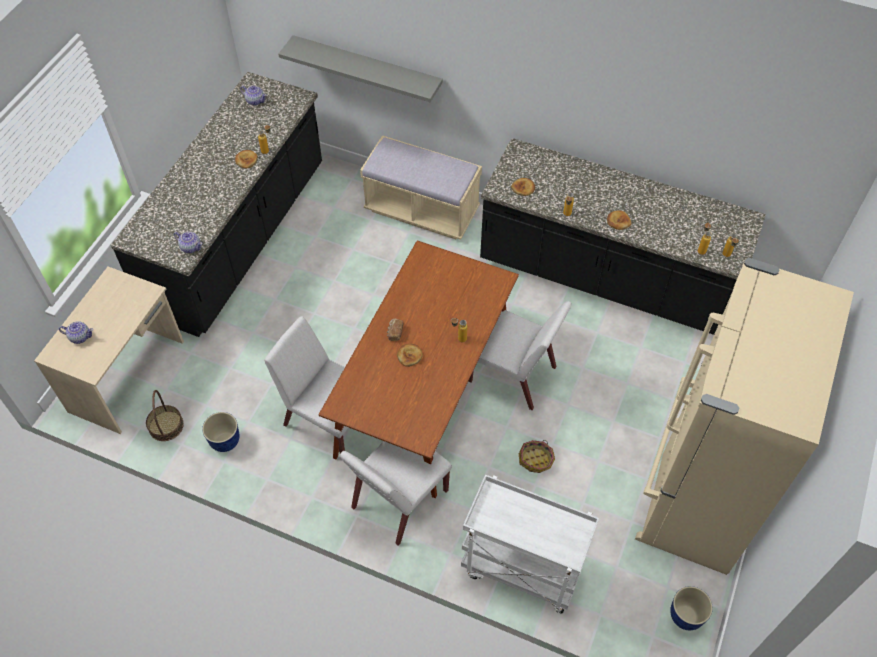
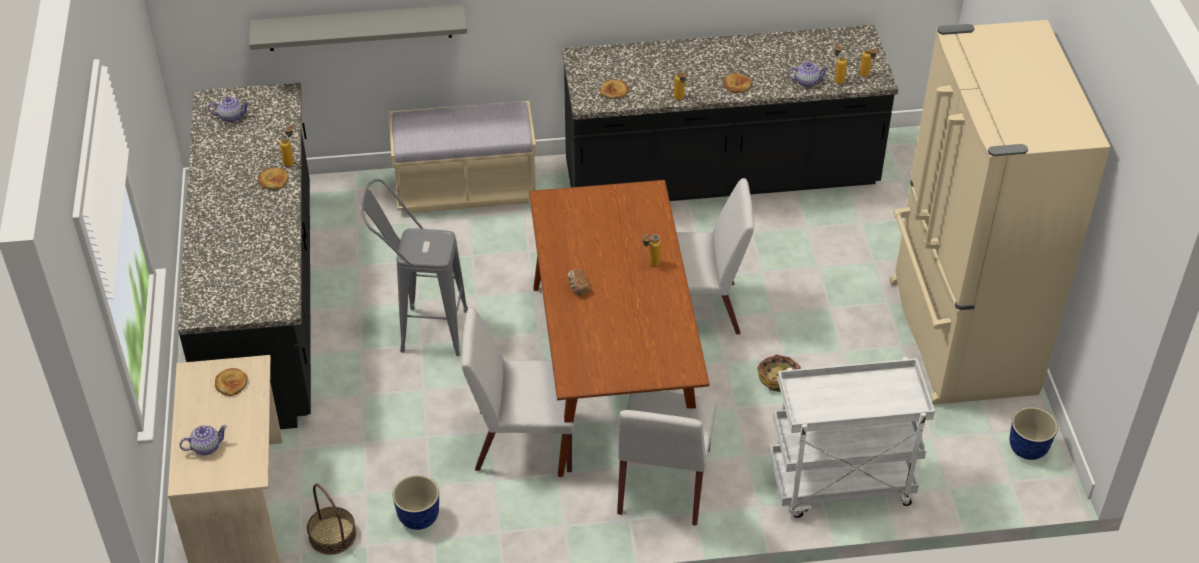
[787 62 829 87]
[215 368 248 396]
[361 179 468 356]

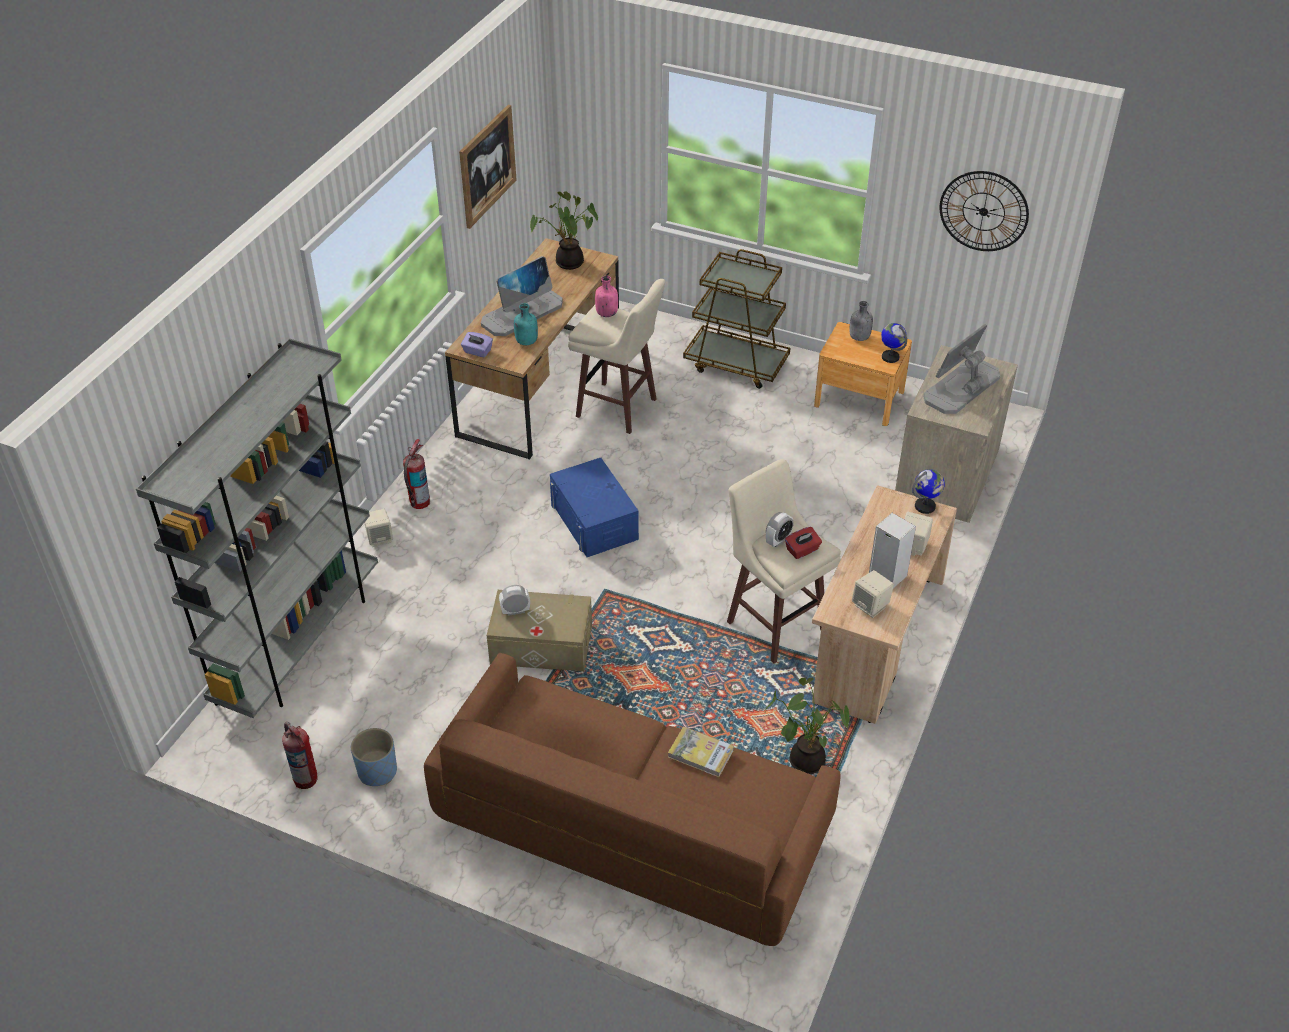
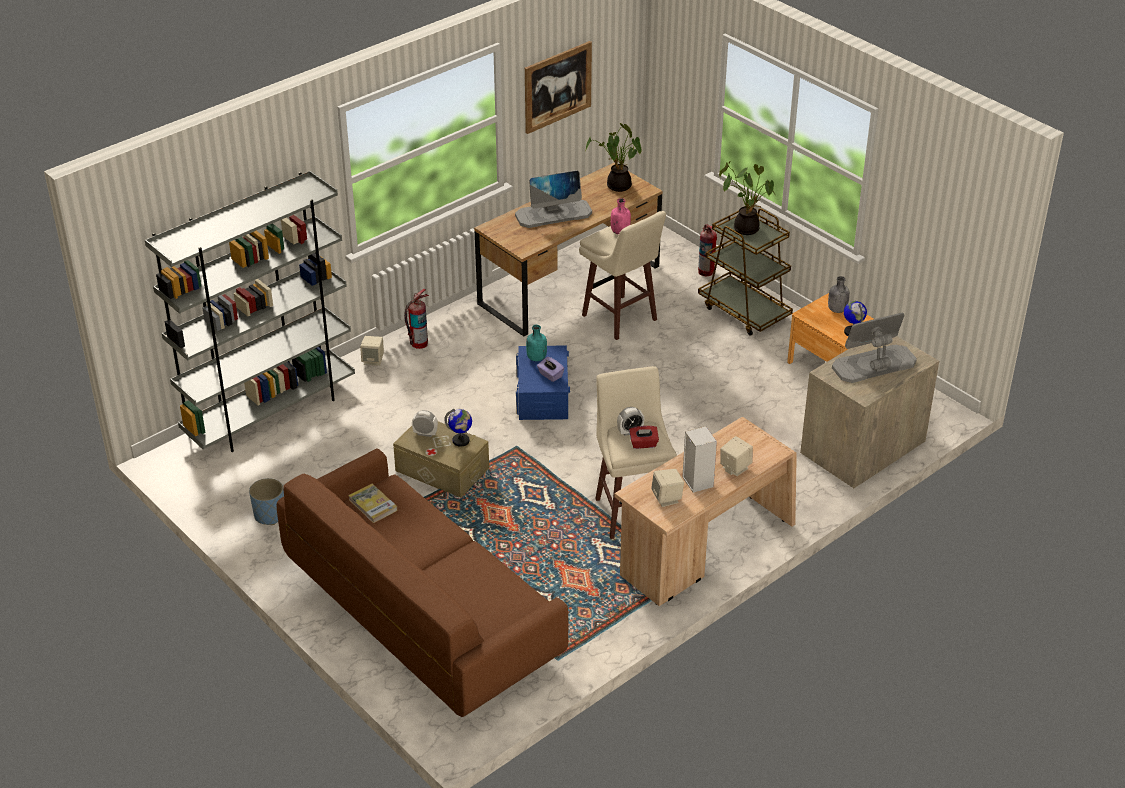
[940 171 1029 251] (first image)
[526 325 547 361]
[537 357 564 382]
[444 409 472 447]
[719 161 775 235]
[698 224 717 276]
[348 483 397 523]

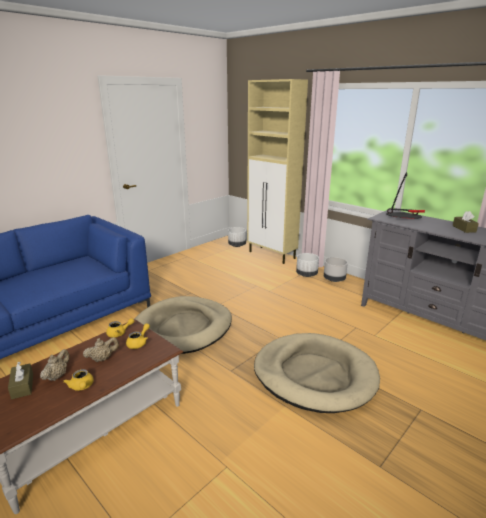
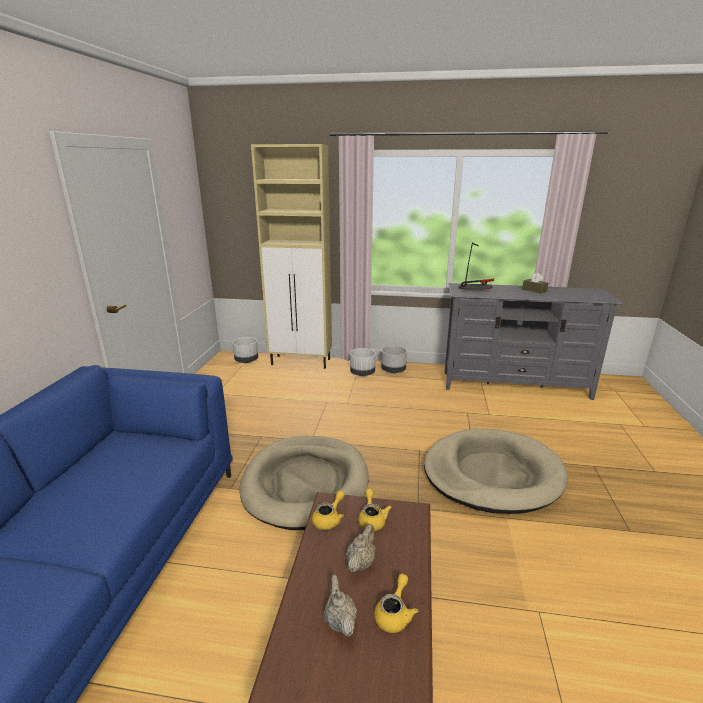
[8 362 33 399] (first image)
[374 574 418 633]

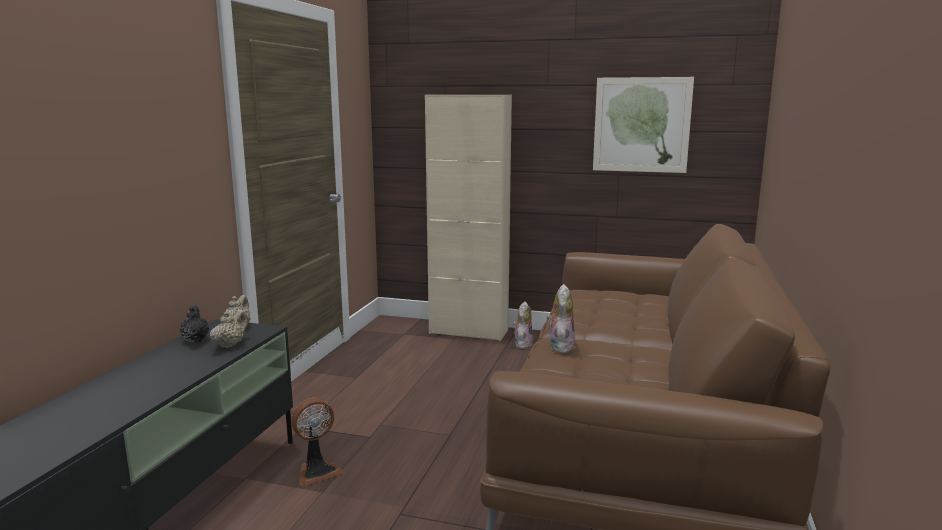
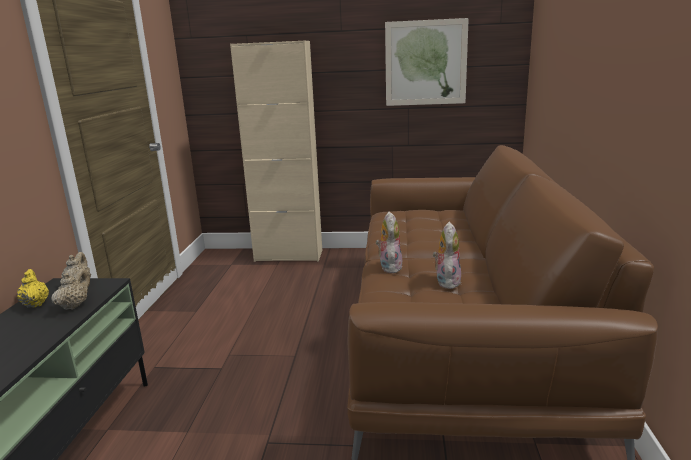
[433 222 461 289]
[17 269 49 308]
[291 398 343 486] (first image)

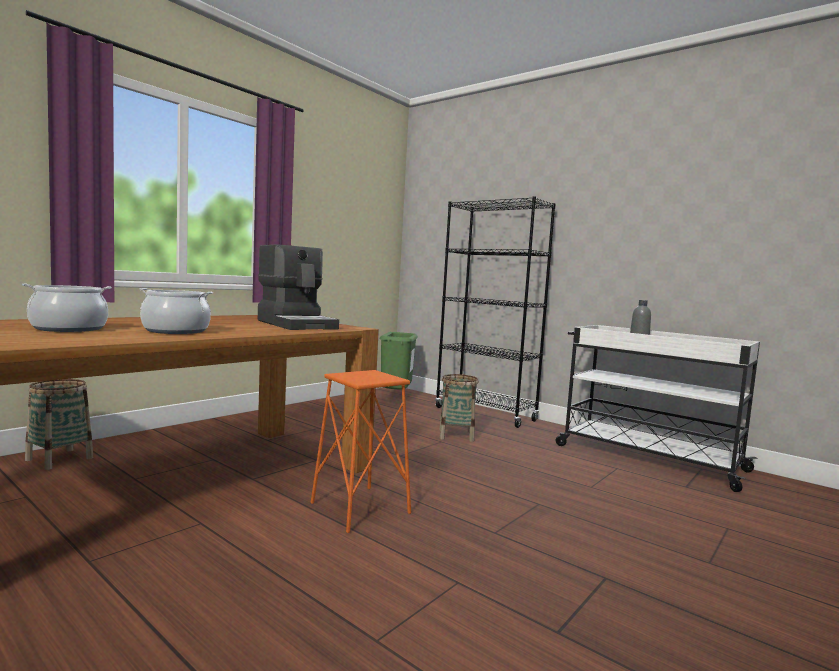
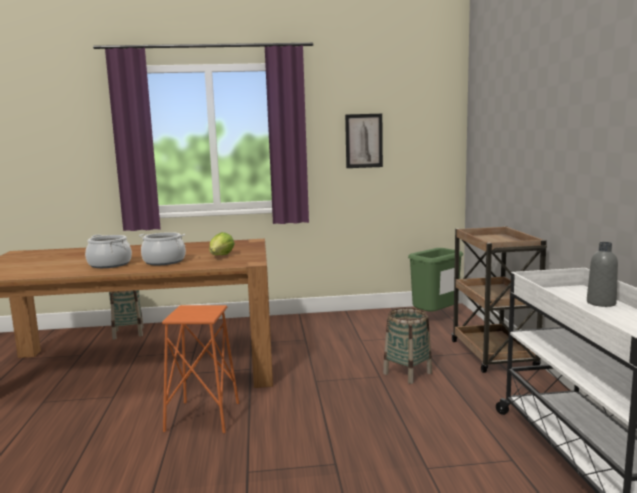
[451 226 547 373]
[209 232 235 255]
[139 232 186 265]
[345 114 383 168]

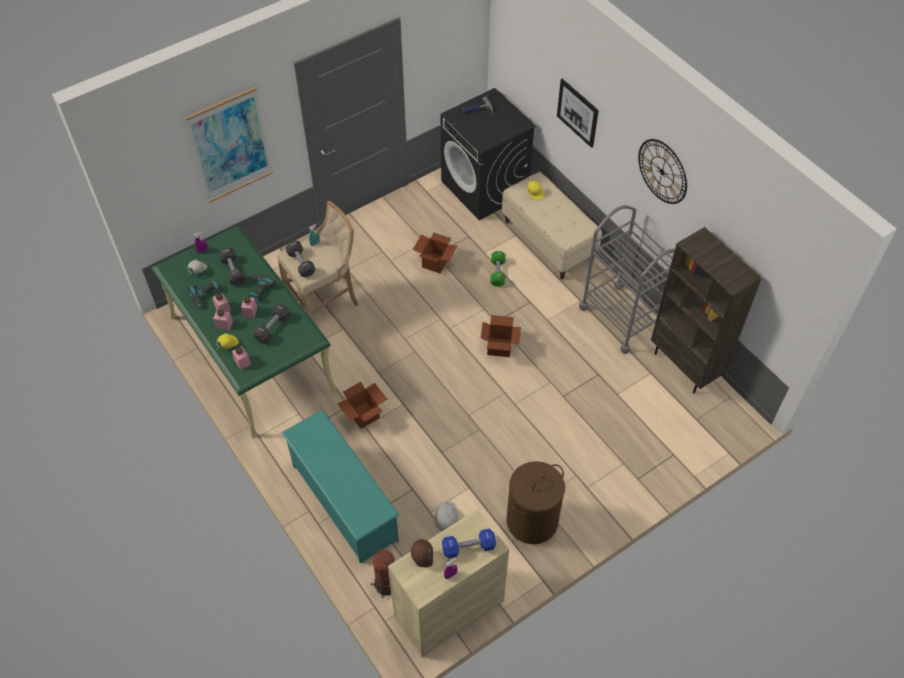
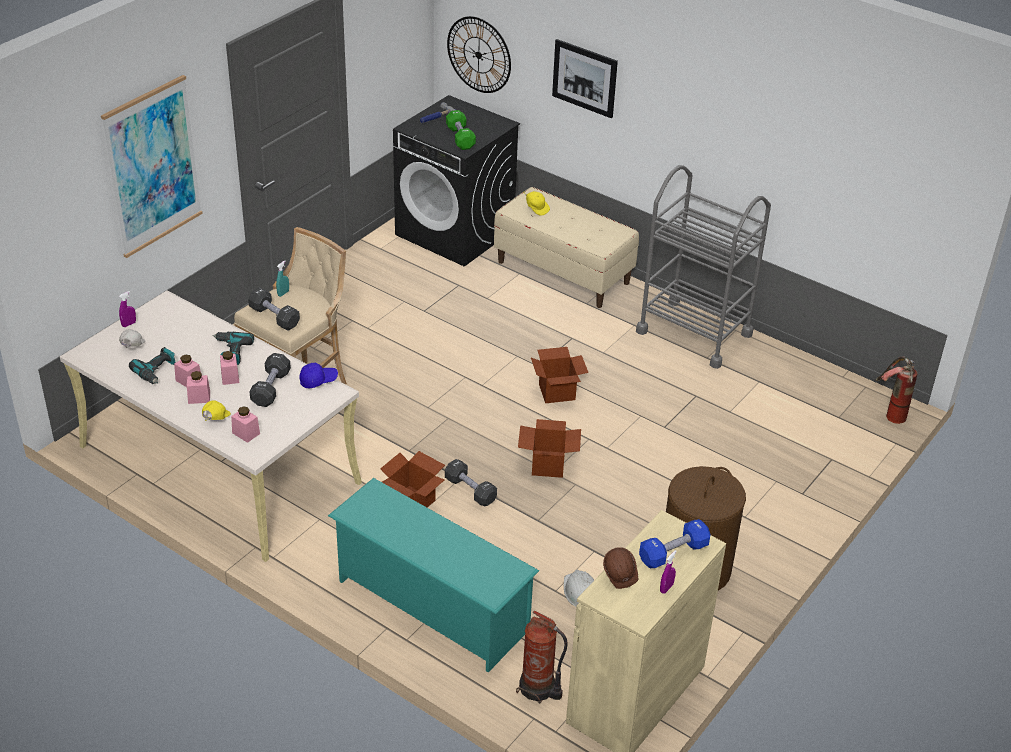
[447 16 511 93]
[60 290 362 562]
[651 227 762 393] (first image)
[518 419 581 478]
[445 459 497 506]
[446 110 476 150]
[876 356 917 424]
[299 363 338 388]

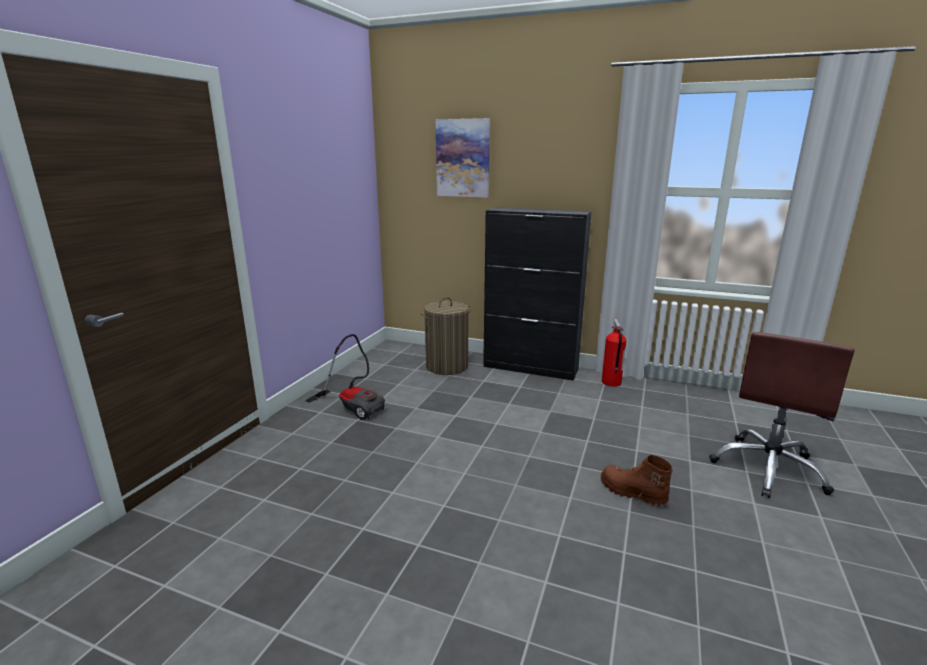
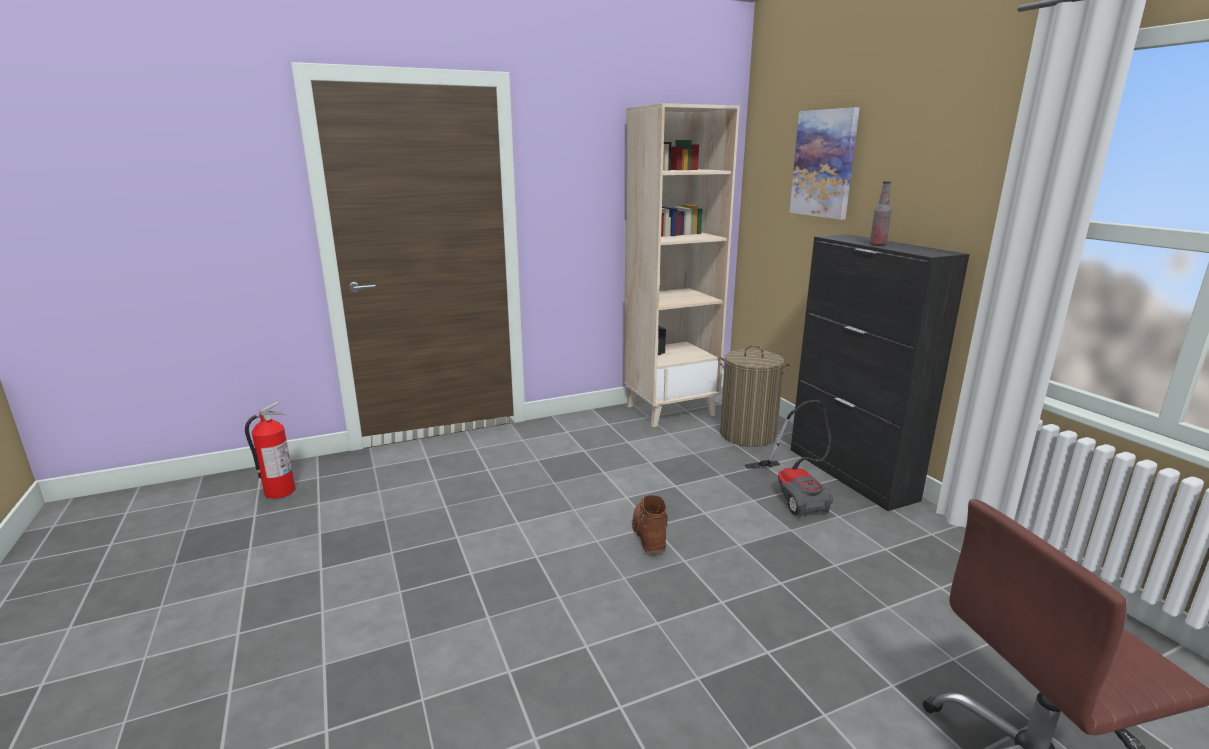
[245 401 295 499]
[745 400 833 517]
[632 495 668 553]
[624 103 740 427]
[870 181 891 246]

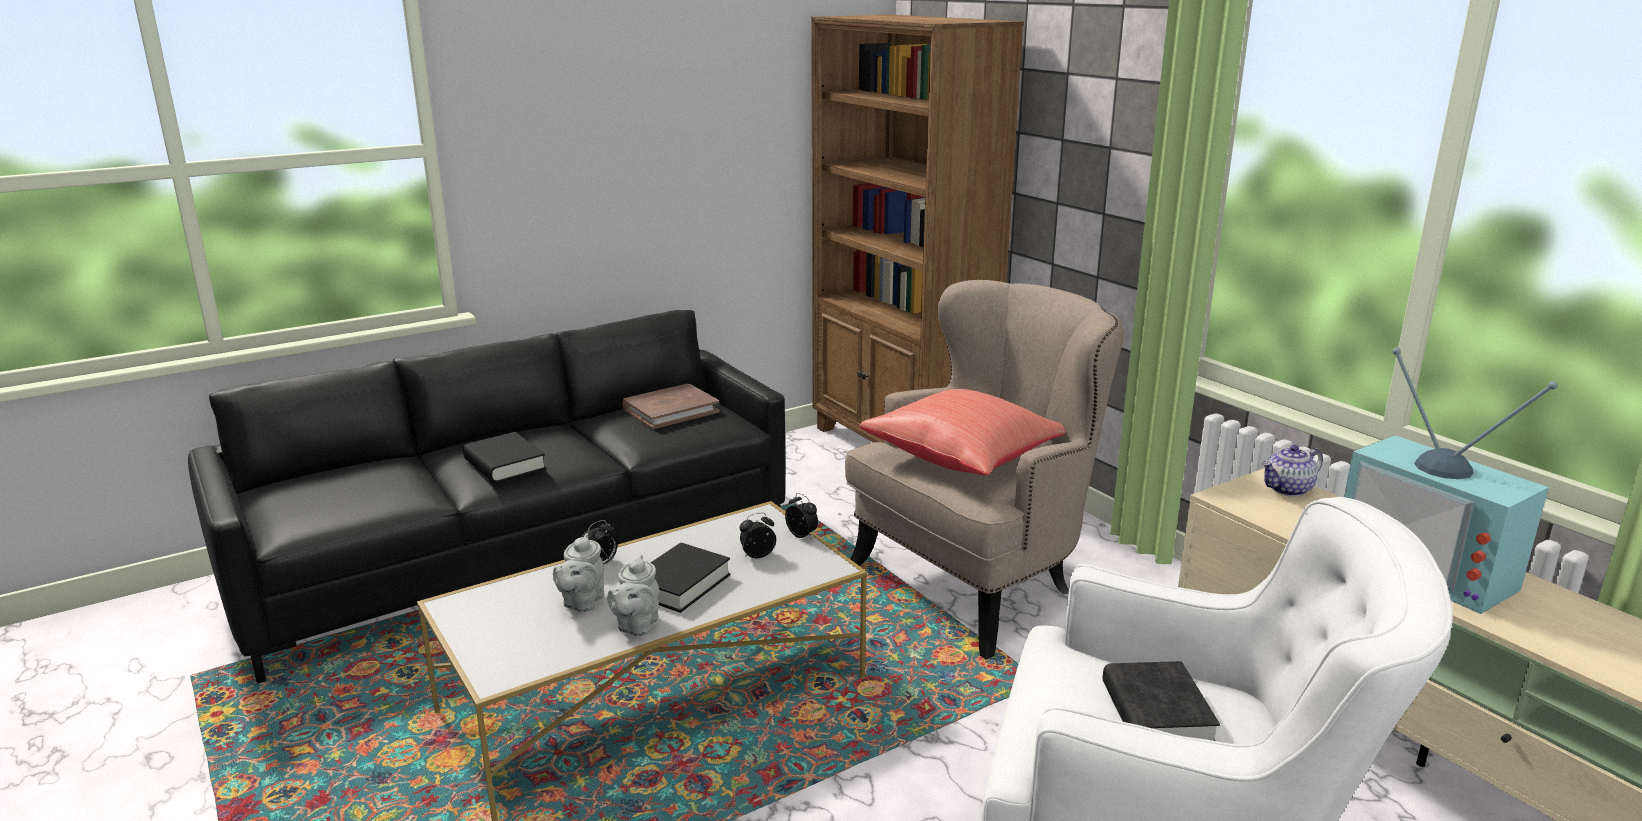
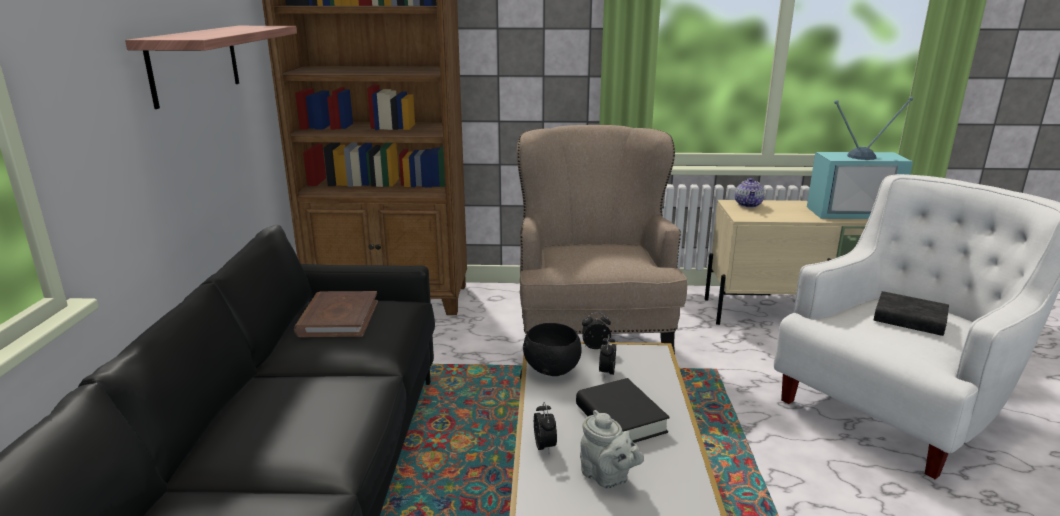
[860 389 1065 475] (first image)
[463 432 546 483] (first image)
[607 555 659 637] (first image)
[125 26 297 109]
[523 323 582 376]

